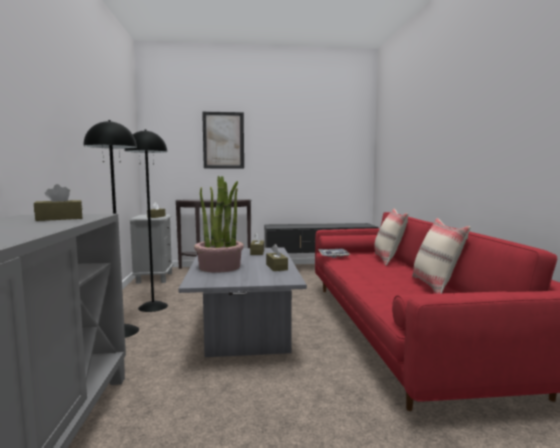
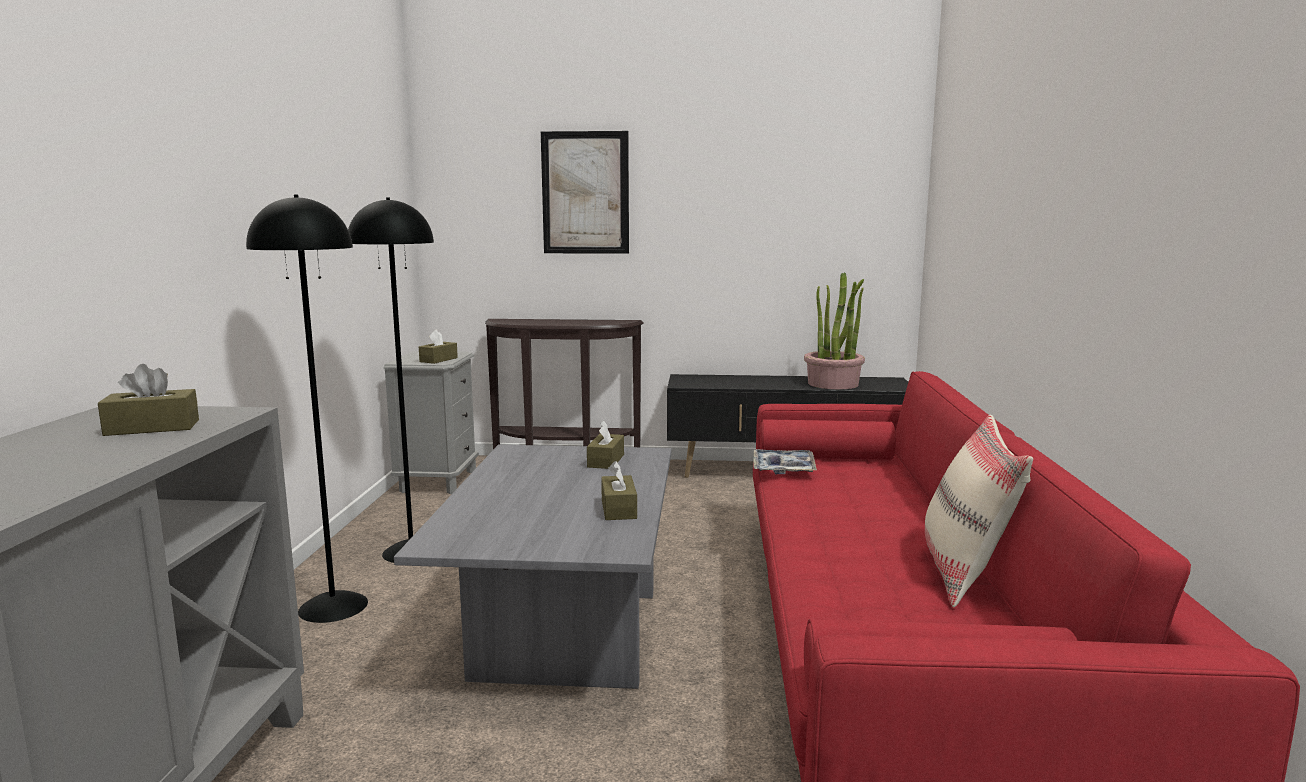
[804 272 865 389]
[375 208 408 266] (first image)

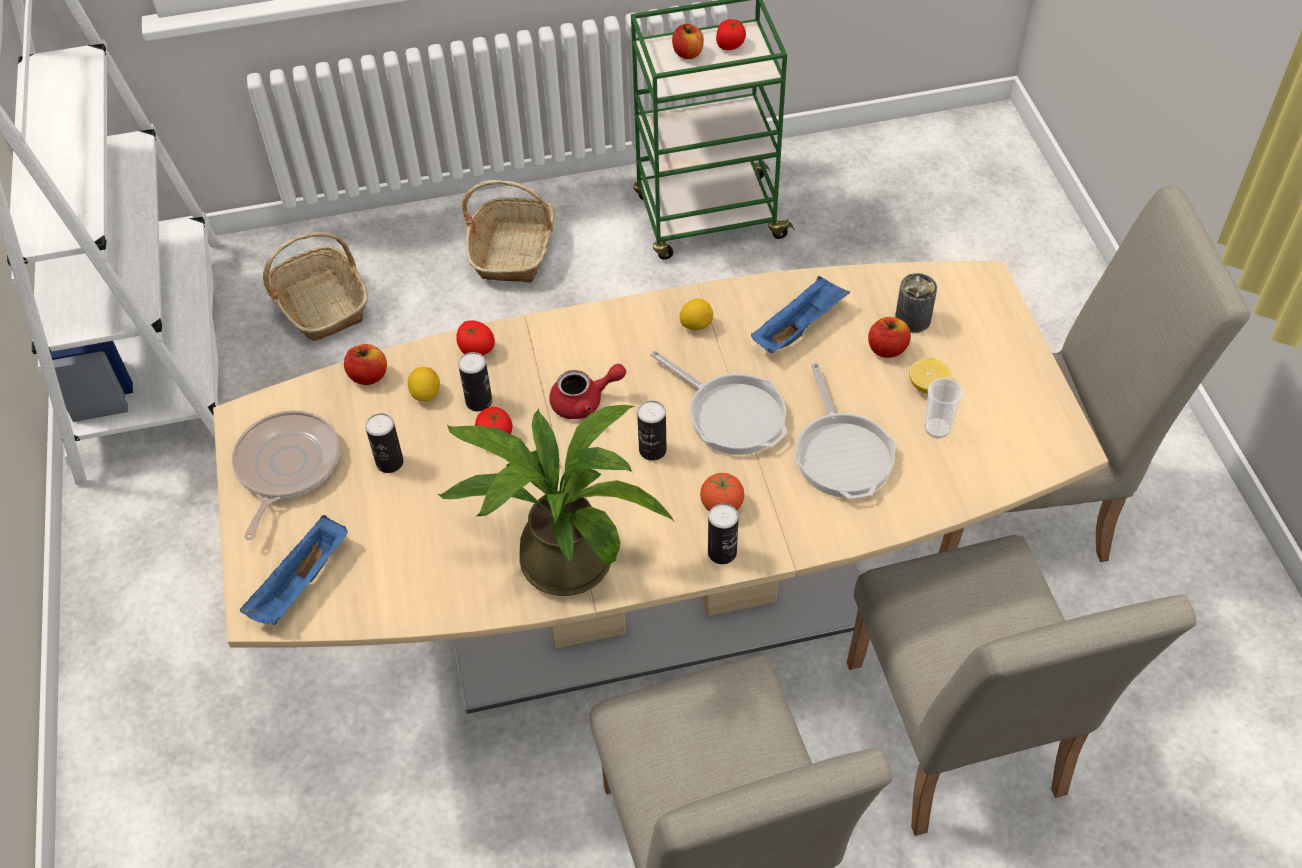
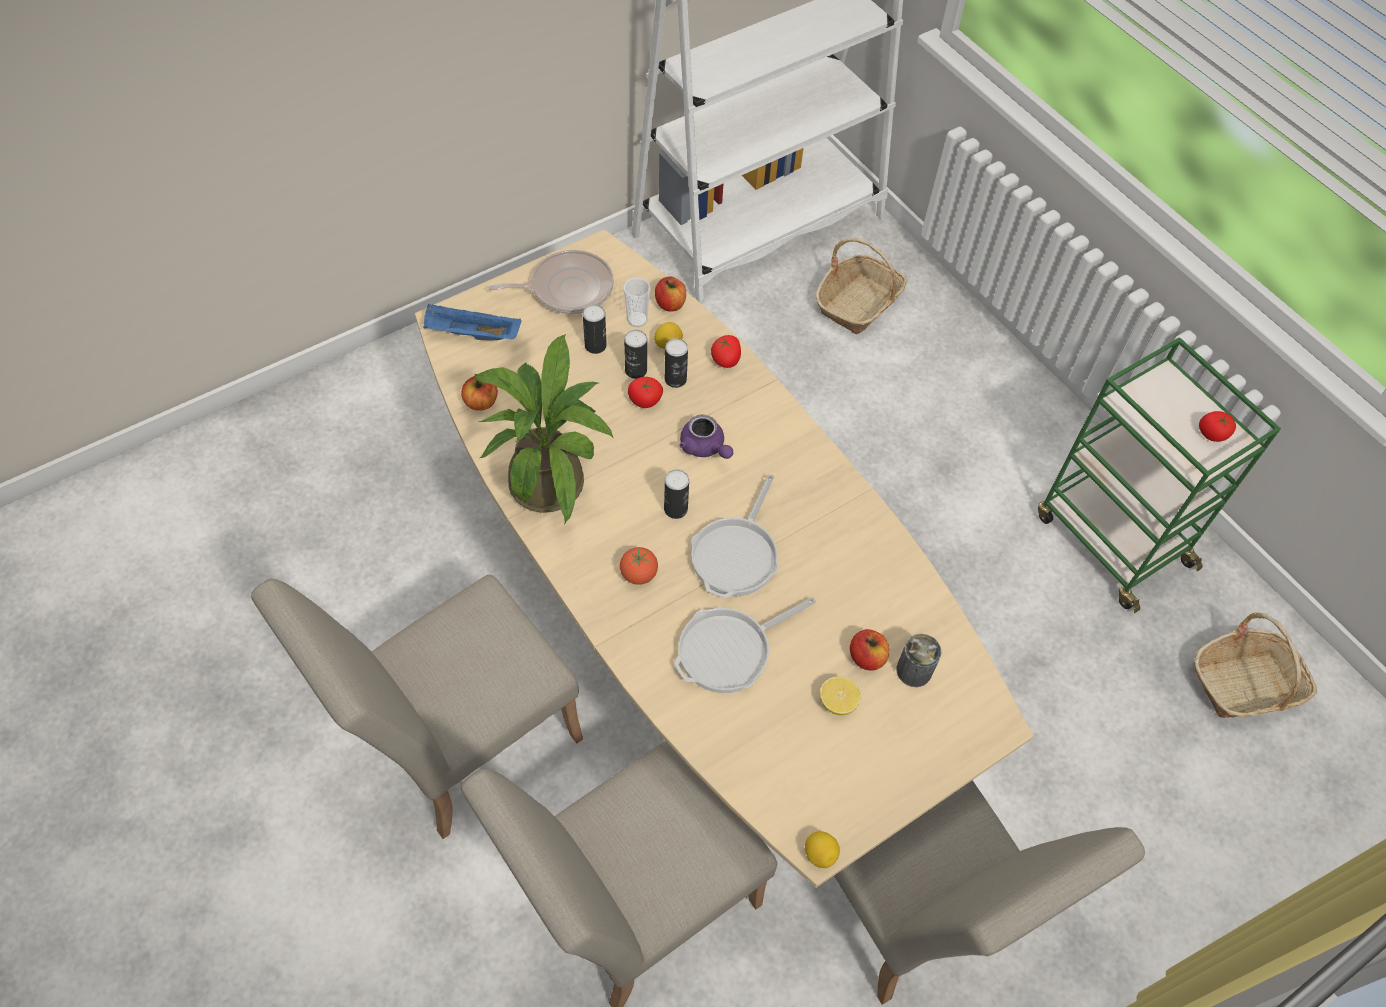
[461 376 498 411]
[1195 612 1317 718]
[751 276 850 353] (first image)
[805 831 840 868]
[680 415 733 459]
[623 278 651 327]
[624 329 647 379]

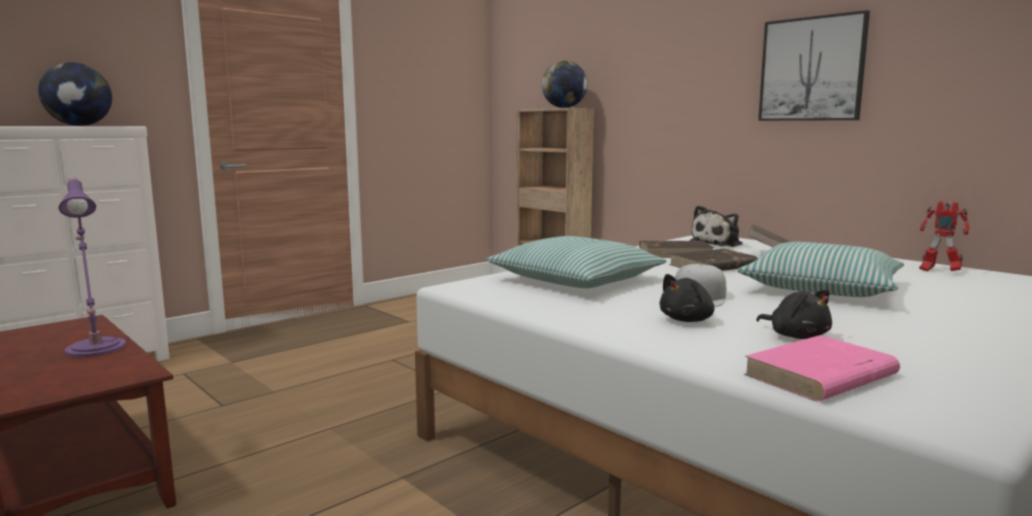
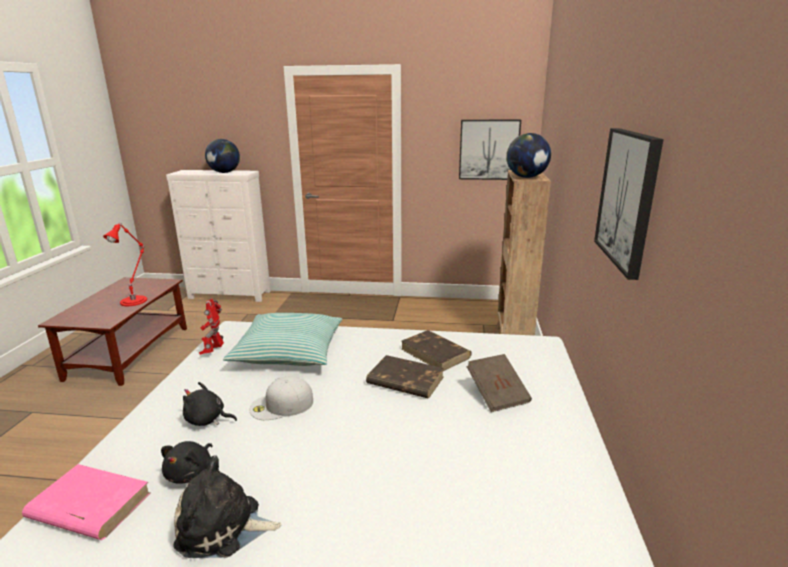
[103 223 147 306]
[199 298 224 355]
[173 455 282 558]
[737 242 904 297] (first image)
[459 120 521 180]

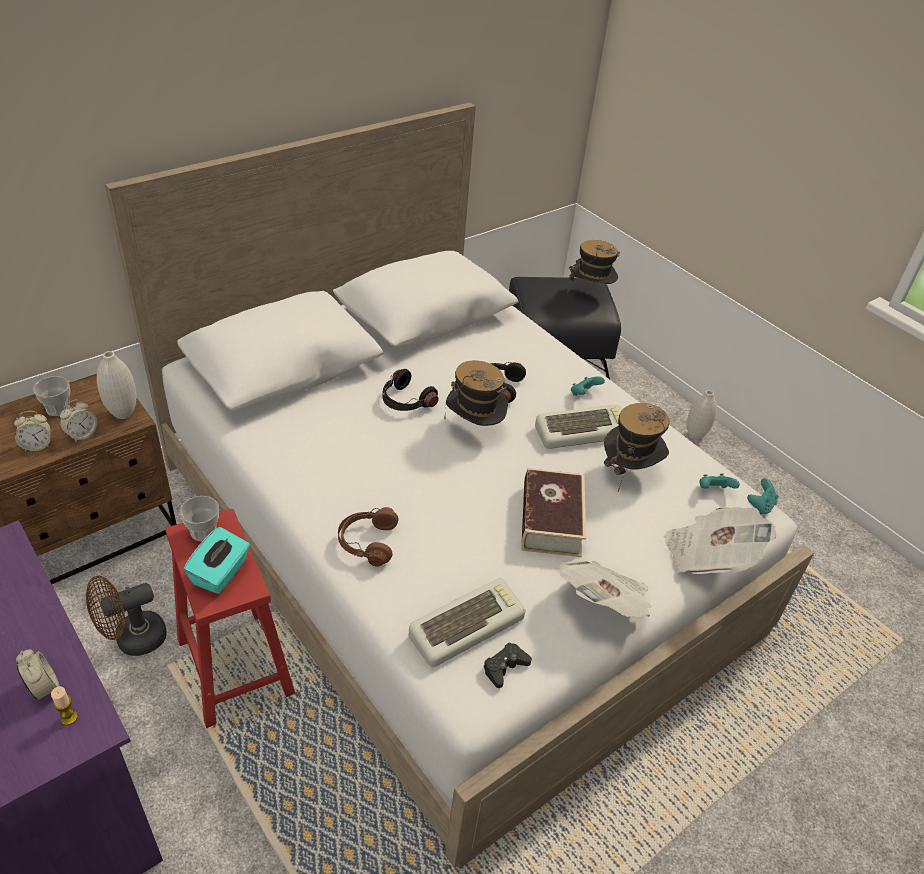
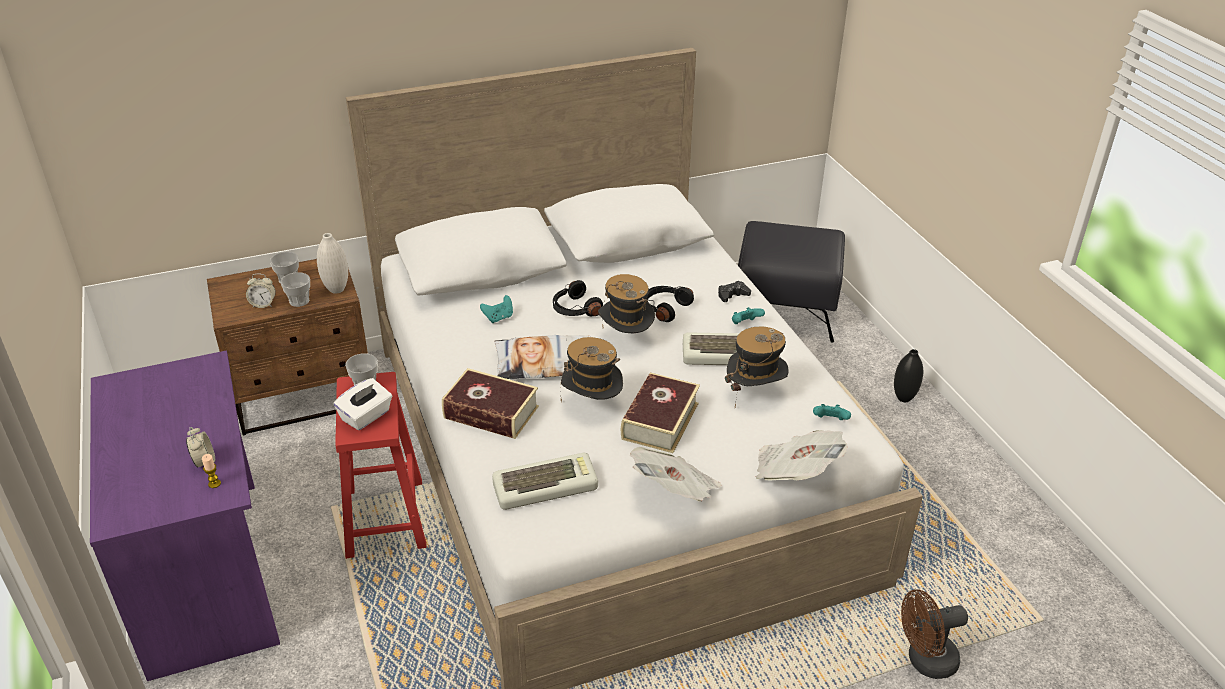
[560 337 623 402]
[894 349 923 402]
[280 272 310 307]
[480 295 513 323]
[442 368 539 439]
[334 378 392 430]
[901 589 968 679]
[718 281 751 302]
[494 335 591 379]

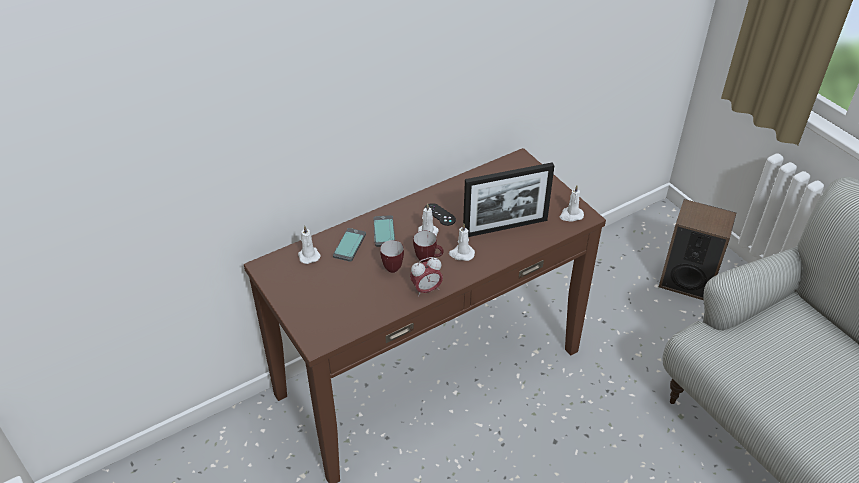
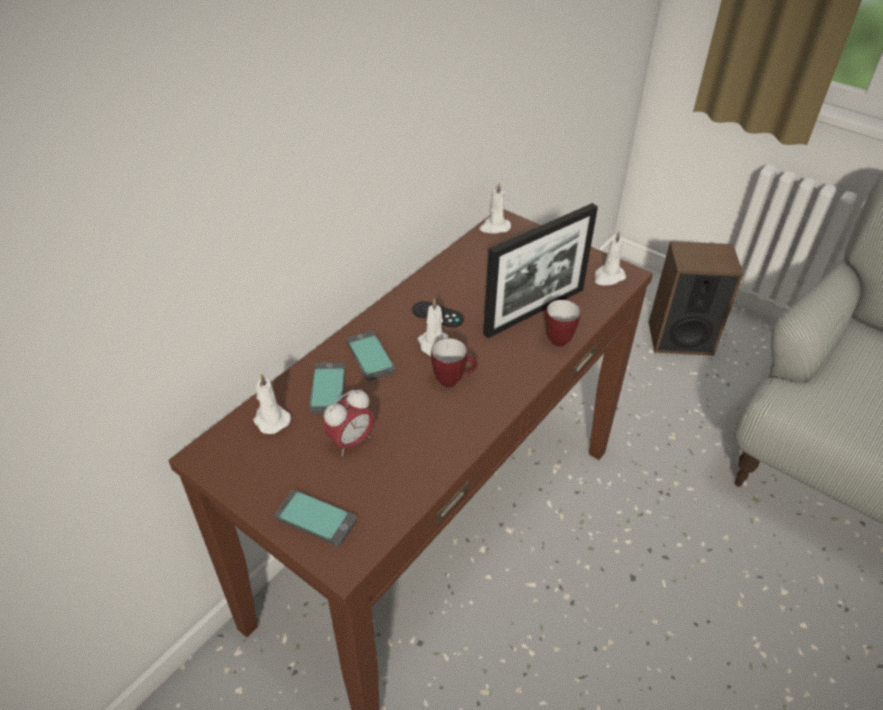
[479 183 511 234]
[544 300 581 347]
[323 389 375 456]
[274 490 357 546]

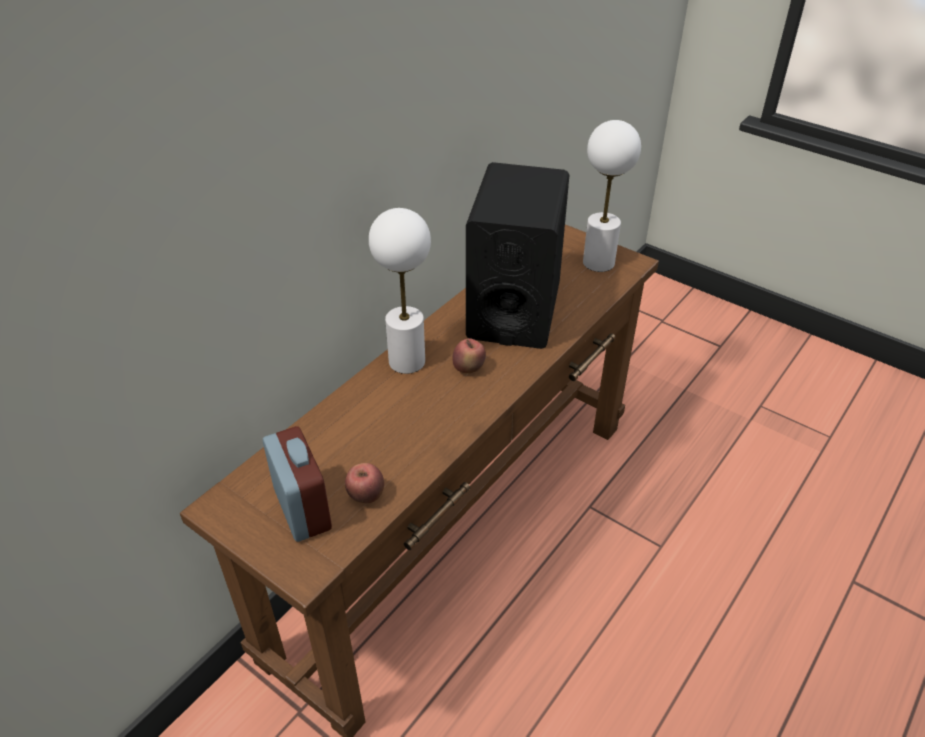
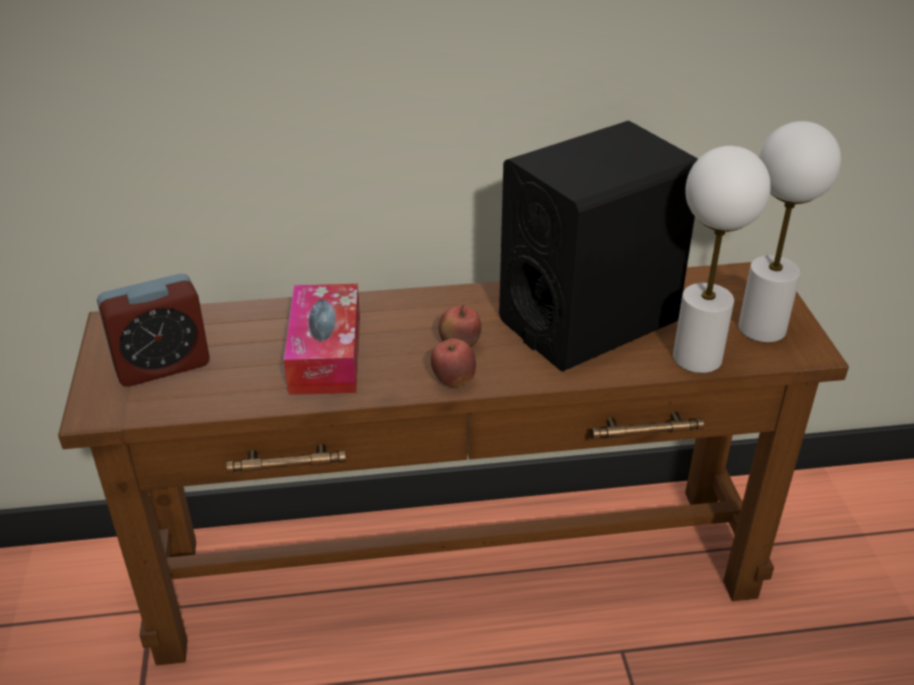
[673 146 771 373]
[97 274 210 387]
[431 339 476 387]
[284 284 360 395]

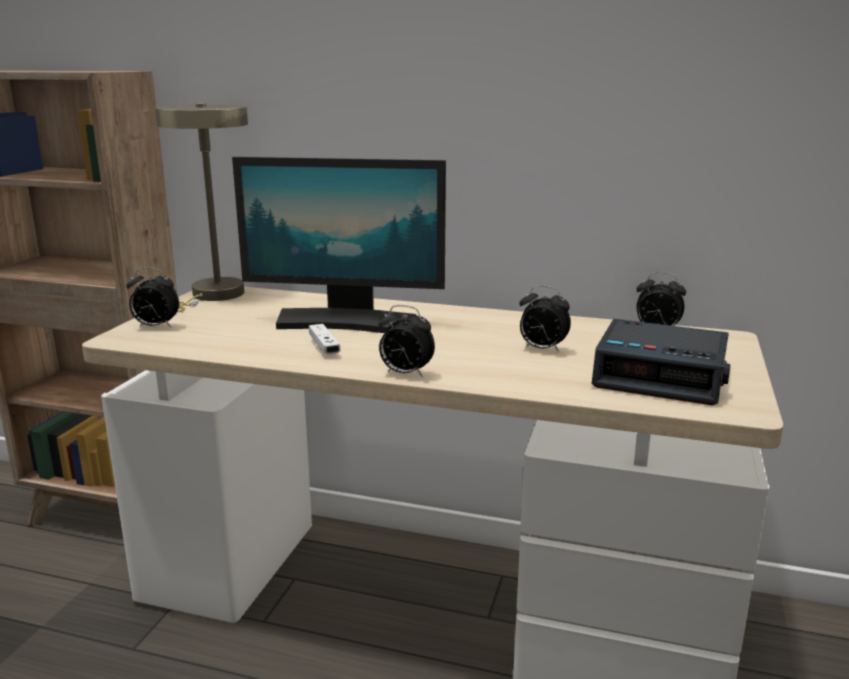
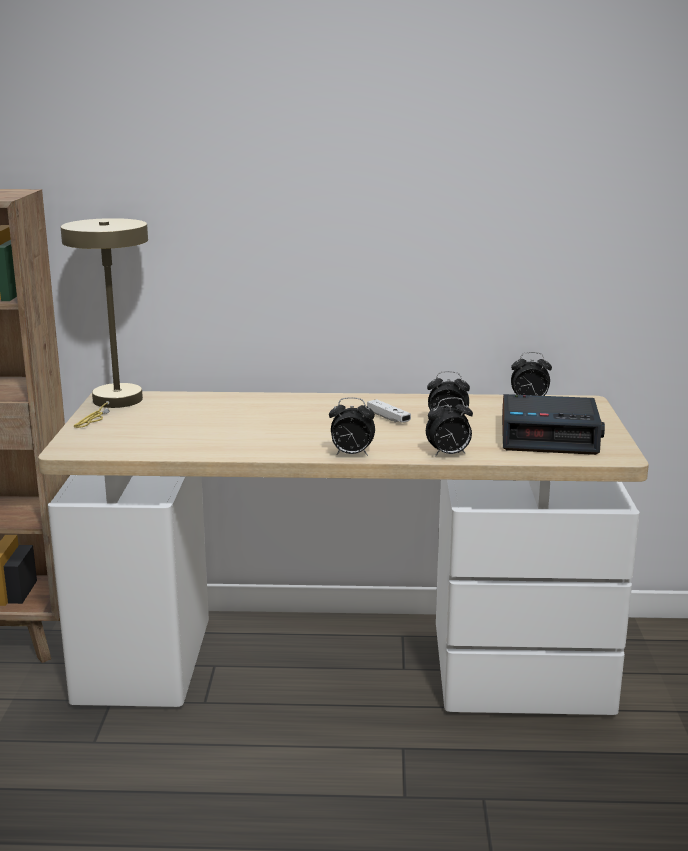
[232 157 446 333] (first image)
[426 397 473 457]
[367 399 411 423]

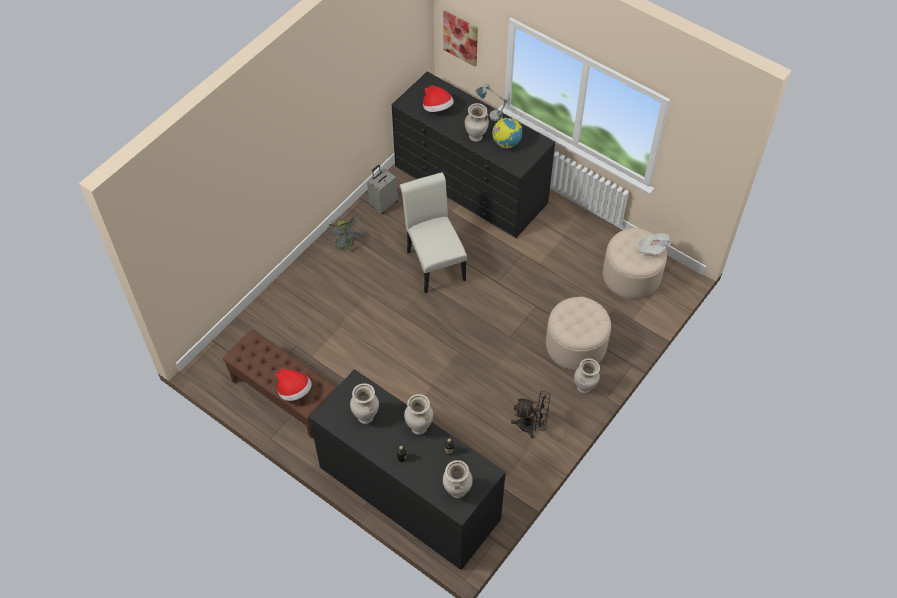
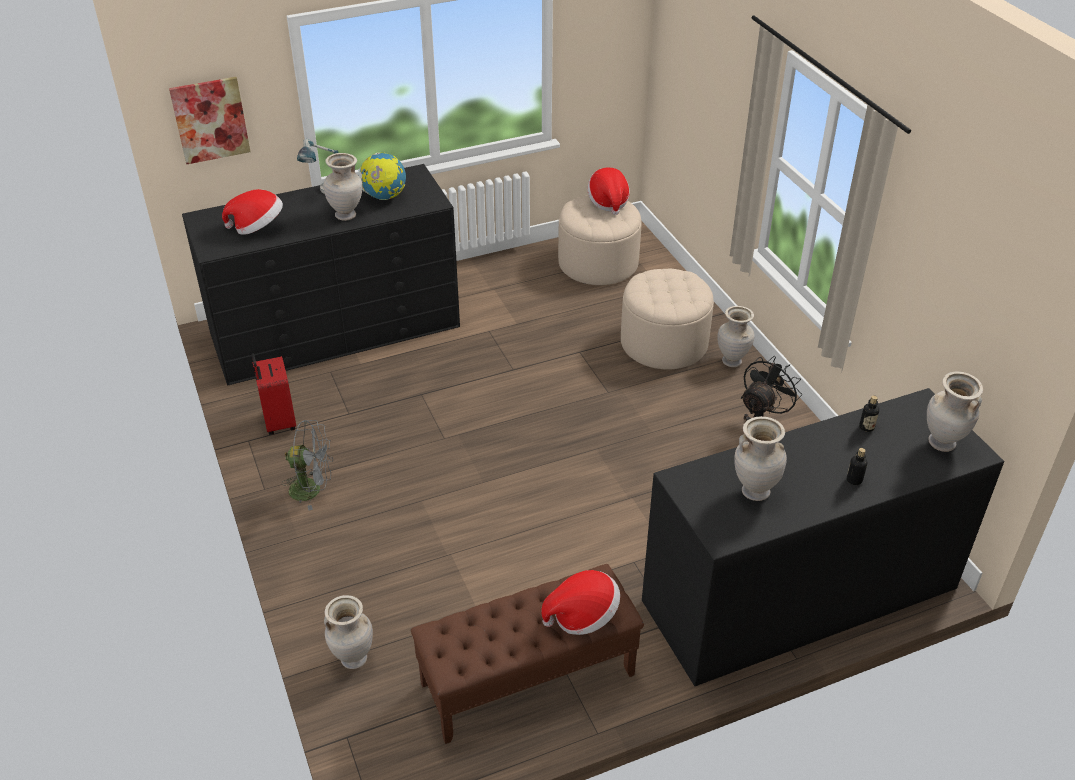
[252 353 296 435]
[400 172 467 293] (first image)
[587 167 630 215]
[324 595 373 669]

